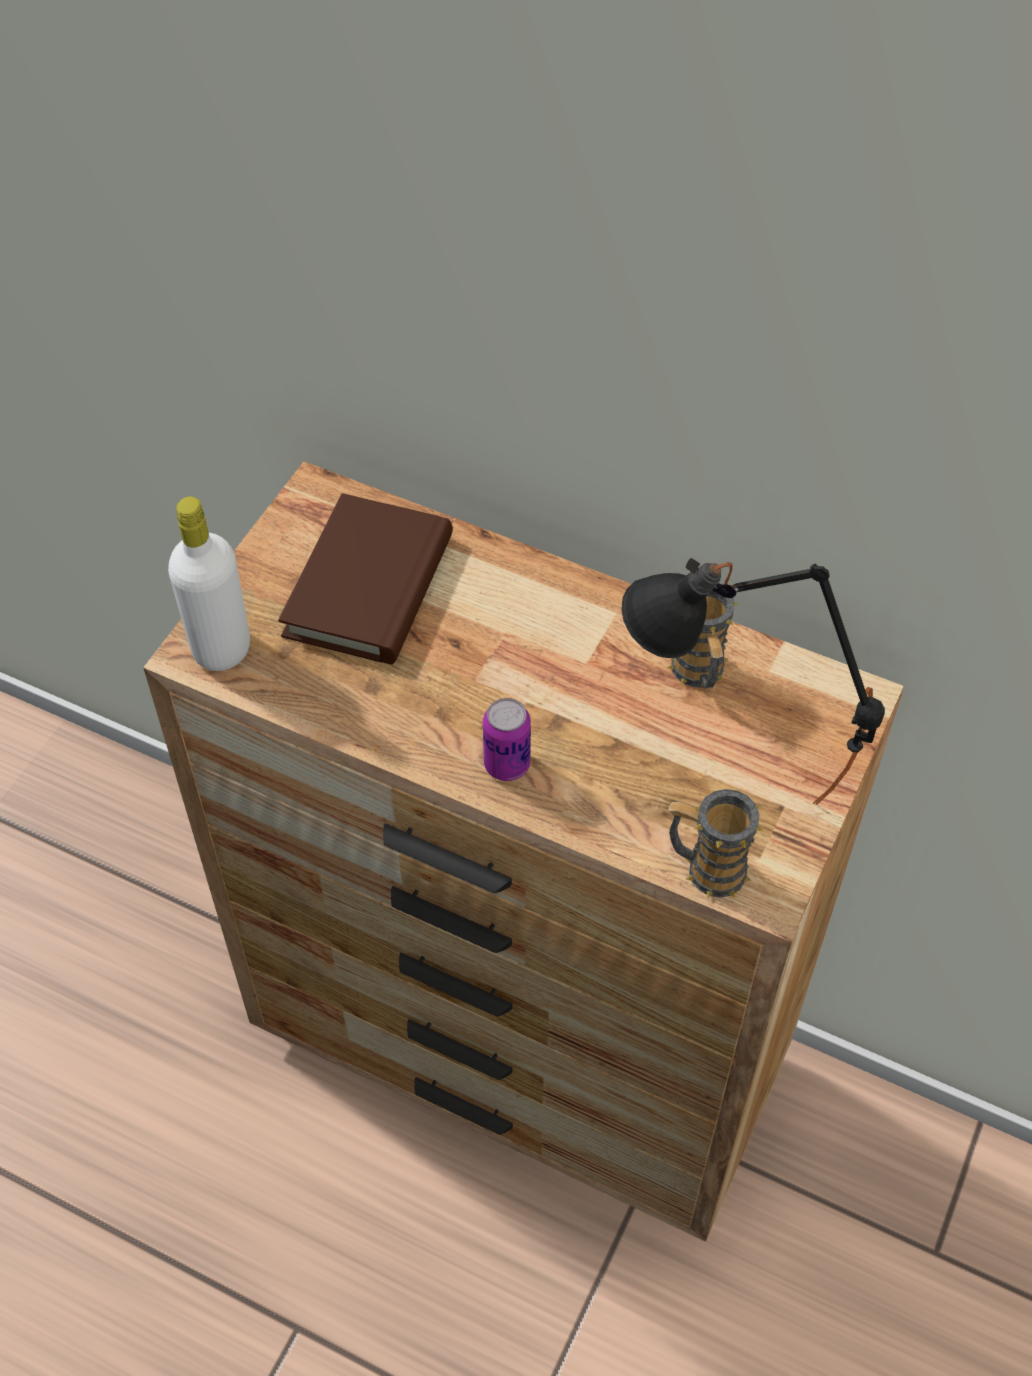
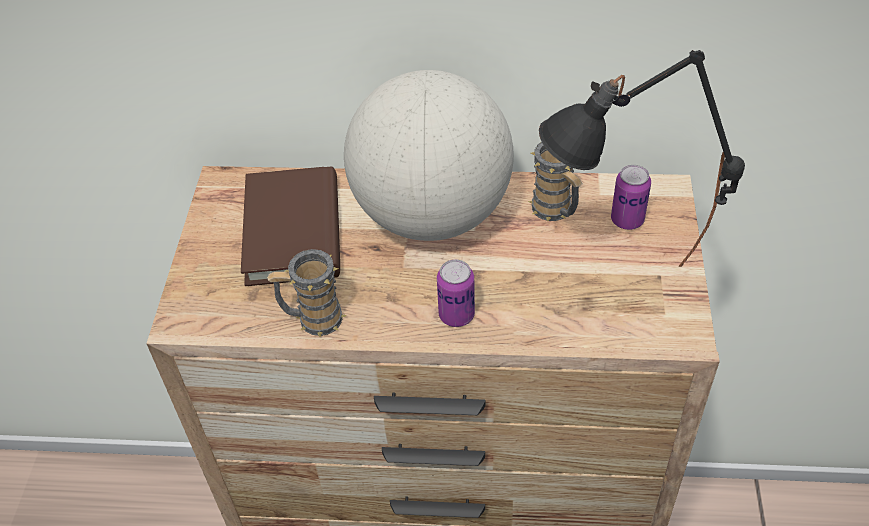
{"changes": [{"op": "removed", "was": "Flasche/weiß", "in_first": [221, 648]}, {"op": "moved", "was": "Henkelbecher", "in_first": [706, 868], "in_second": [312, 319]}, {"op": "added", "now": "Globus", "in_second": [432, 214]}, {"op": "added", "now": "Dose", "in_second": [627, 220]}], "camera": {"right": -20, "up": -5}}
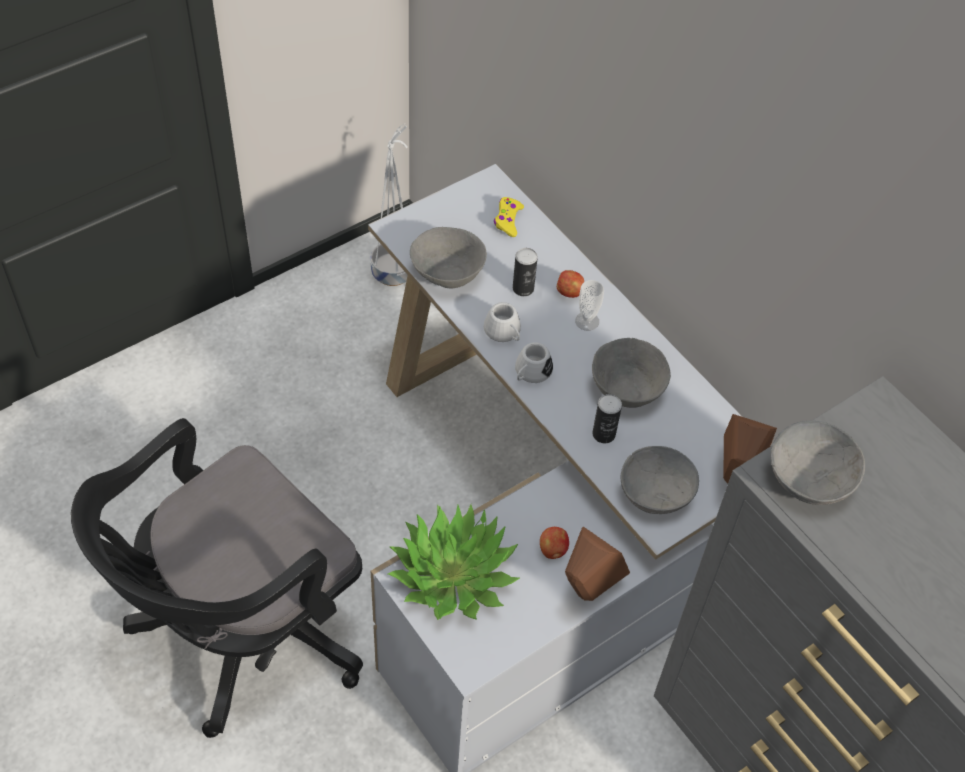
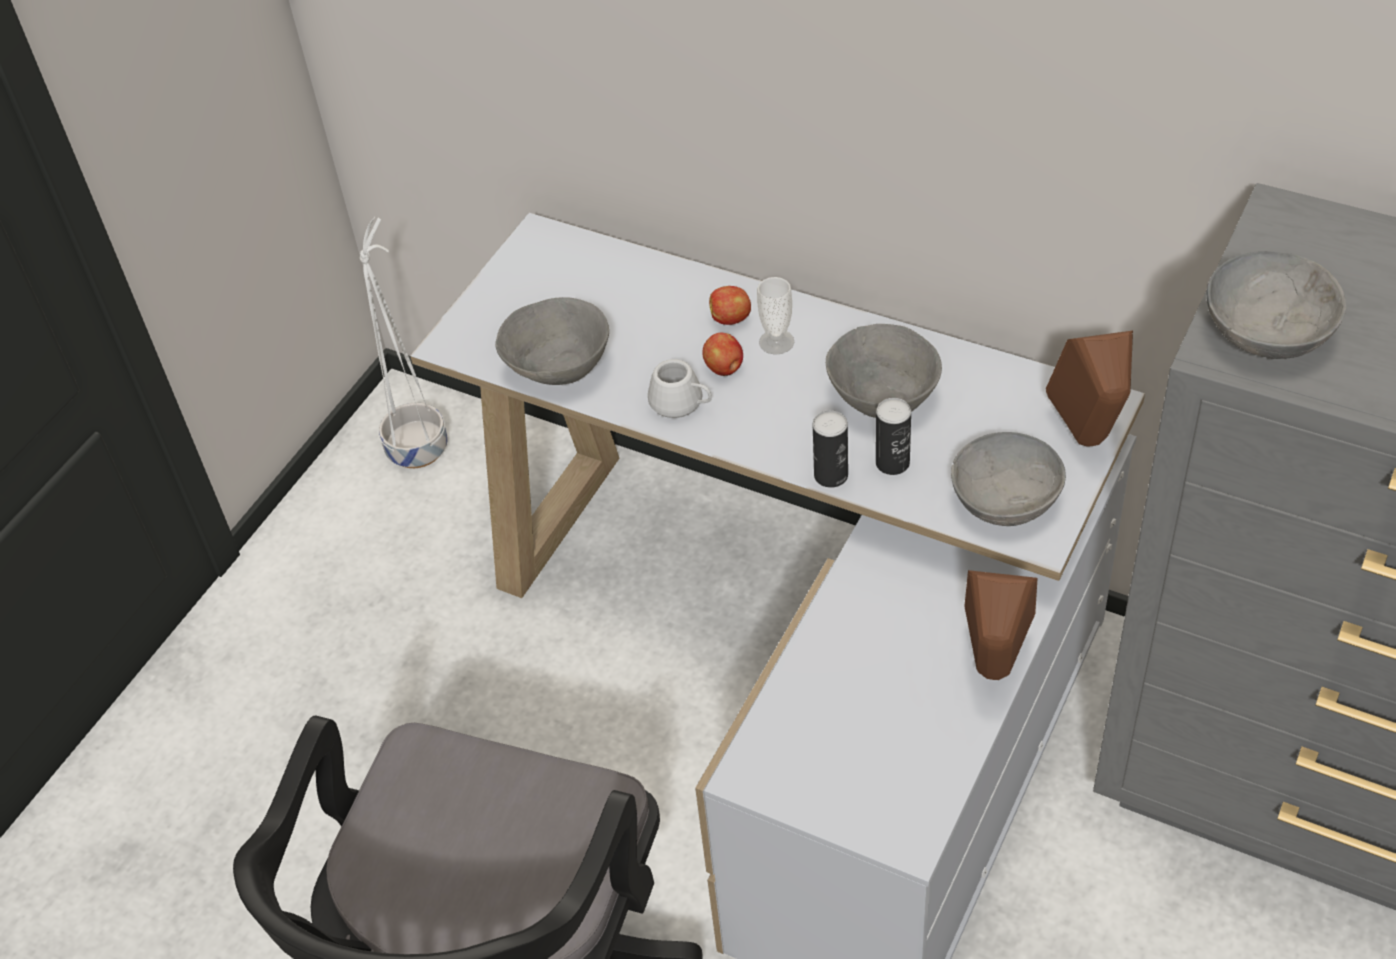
{"changes": [{"op": "removed", "was": "Topfpflanze", "in_first": [453, 574]}, {"op": "removed", "was": "Gamepad/gelb", "in_first": [508, 220]}, {"op": "moved", "was": "Dose", "in_first": [523, 288], "in_second": [831, 475]}, {"op": "removed", "was": "Henkelbecher/weiß", "in_first": [530, 373]}, {"op": "moved", "was": "Apfel", "in_first": [553, 550], "in_second": [724, 368]}], "camera": {"right": -20, "up": -5}}
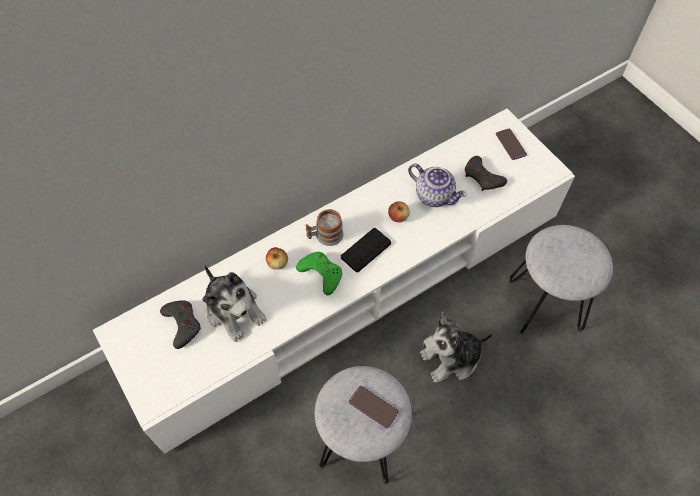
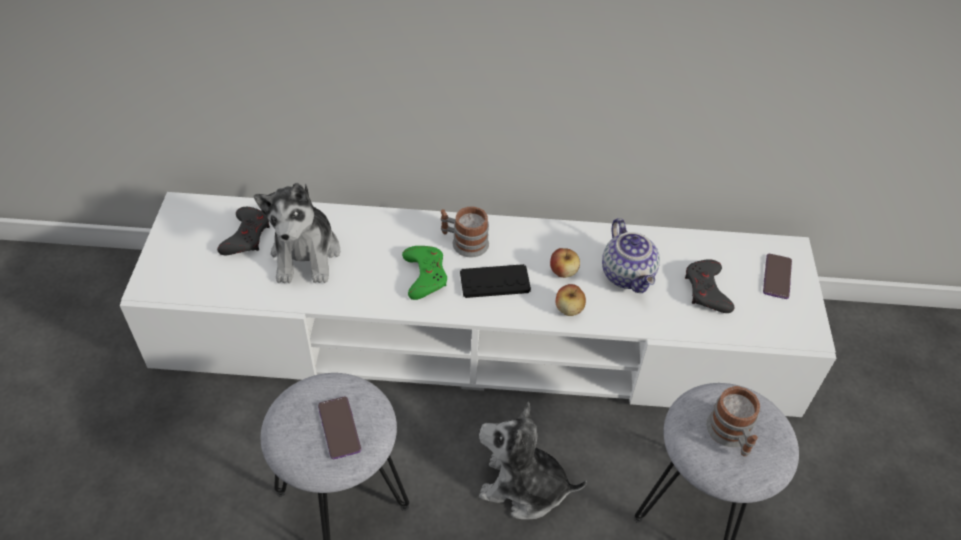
{"changes": [{"op": "moved", "was": "Apfel", "in_first": [277, 263], "in_second": [569, 309]}, {"op": "added", "now": "Henkelbecher", "in_second": [731, 435]}], "camera": {"right": 35, "up": -10}}
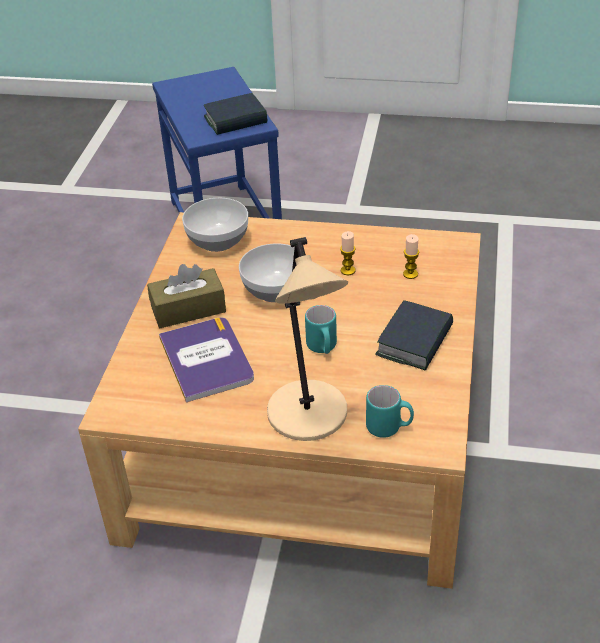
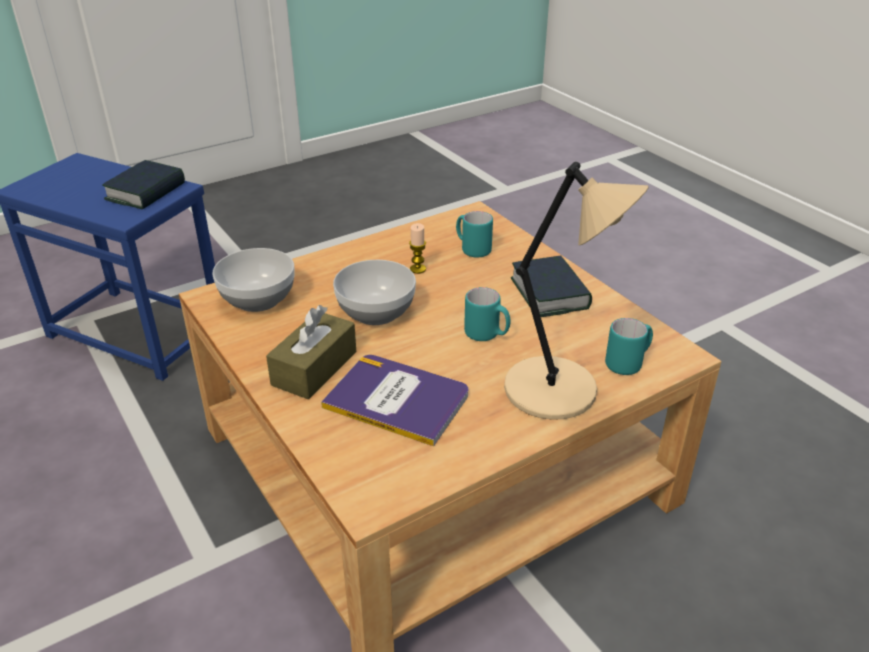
{"changes": [{"op": "replaced", "was": "Kerze", "now": "Henkelbecher/türkis", "in_first": [410, 274], "in_second": [472, 249]}], "camera": {"right": -45, "up": -5}}
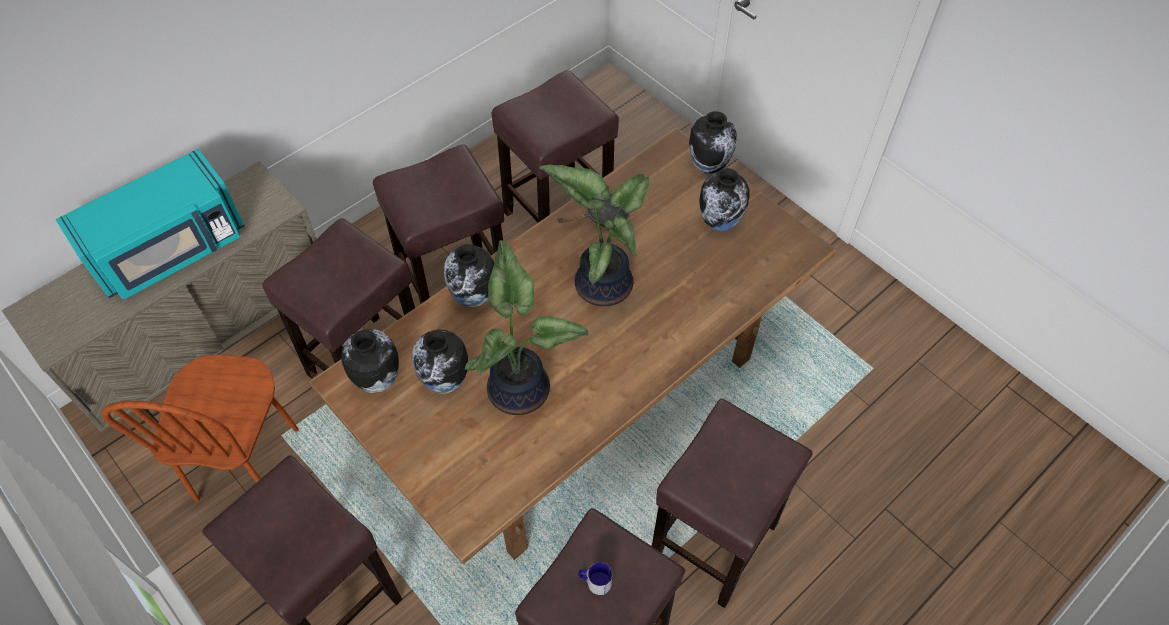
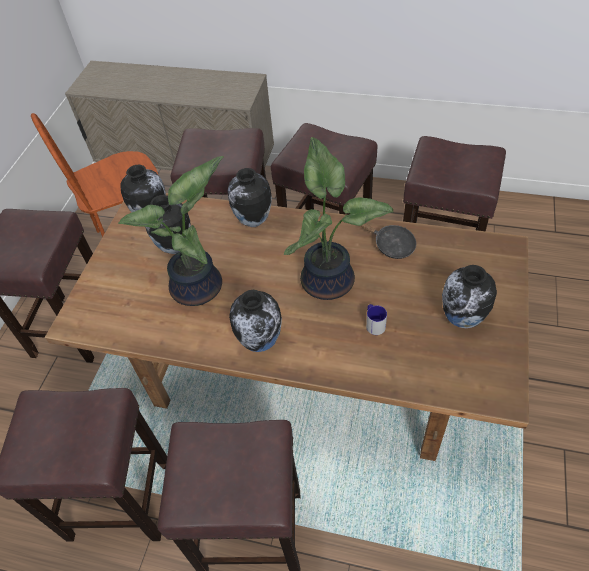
{"changes": [{"op": "removed", "was": "Mikrowelle/türkis", "in_first": [171, 250]}, {"op": "moved", "was": "Henkelbecher", "in_first": [594, 582], "in_second": [374, 324]}, {"op": "moved", "was": "Vase", "in_first": [708, 166], "in_second": [261, 342]}], "camera": {"right": 60, "up": -5}}
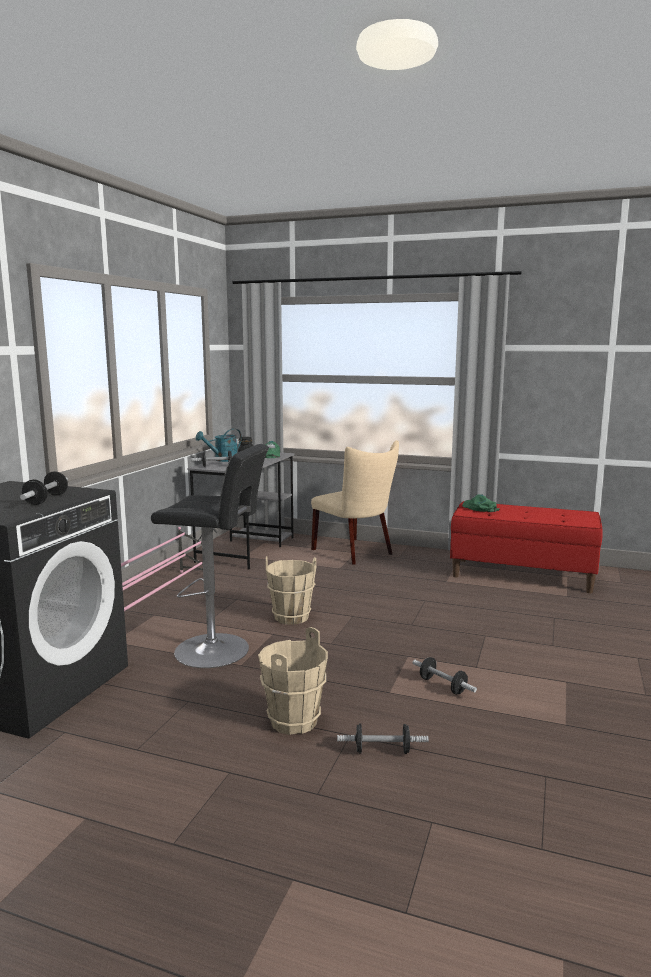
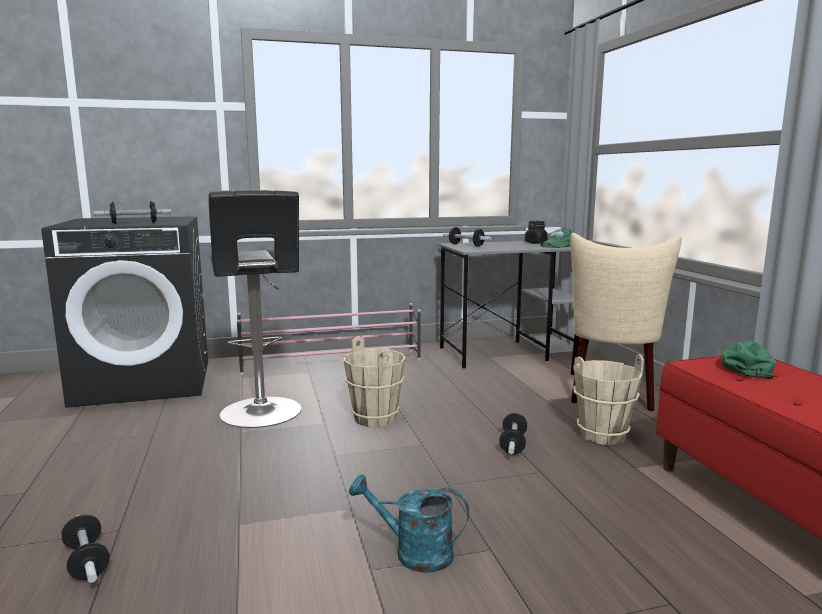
{"changes": [{"op": "moved", "was": "Gießkanne/türkis", "in_first": [222, 460], "in_second": [413, 553]}, {"op": "moved", "was": "Eimer/beige", "in_first": [293, 721], "in_second": [602, 434]}, {"op": "moved", "was": "Hantel", "in_first": [442, 686], "in_second": [513, 444]}], "camera": {"right": 55, "up": 0}}
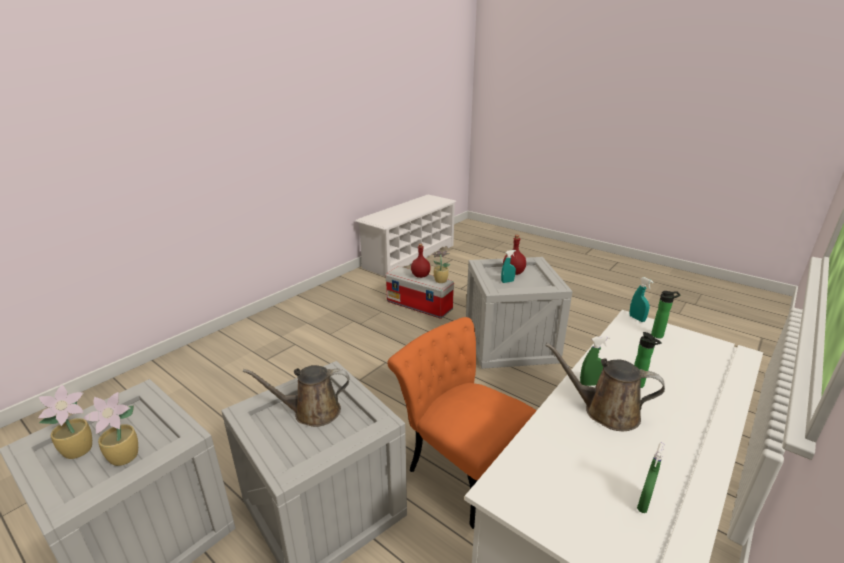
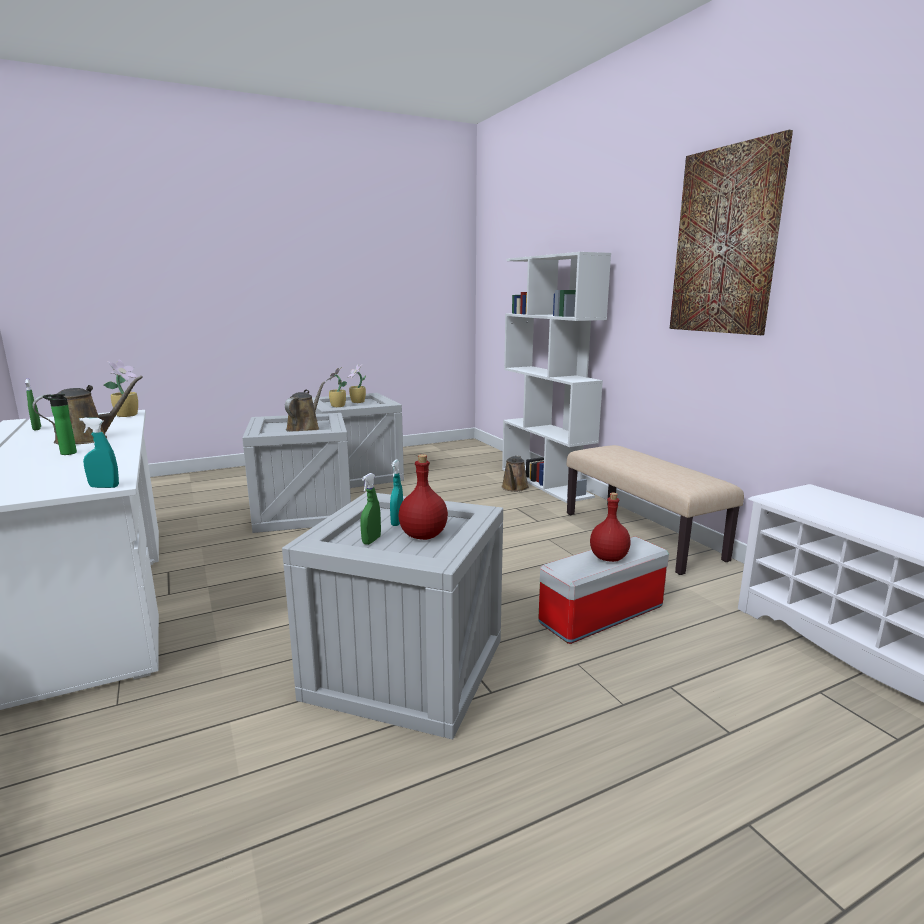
{"changes": [{"op": "removed", "was": "Stuhl/orange", "in_first": [460, 465]}, {"op": "moved", "was": "Topfpflanze", "in_first": [440, 281], "in_second": [128, 415]}, {"op": "moved", "was": "Sprühflasche/grün", "in_first": [590, 384], "in_second": [371, 540]}, {"op": "removed", "was": "Flasche", "in_first": [659, 335]}, {"op": "added", "now": "Gießkanne/braun", "in_second": [514, 488]}, {"op": "added", "now": "Bücherregal/weiß", "in_second": [546, 482]}, {"op": "added", "now": "Bank/beige", "in_second": [642, 536]}, {"op": "added", "now": "Bild", "in_second": [725, 242]}], "camera": {"right": 115, "up": -10}}
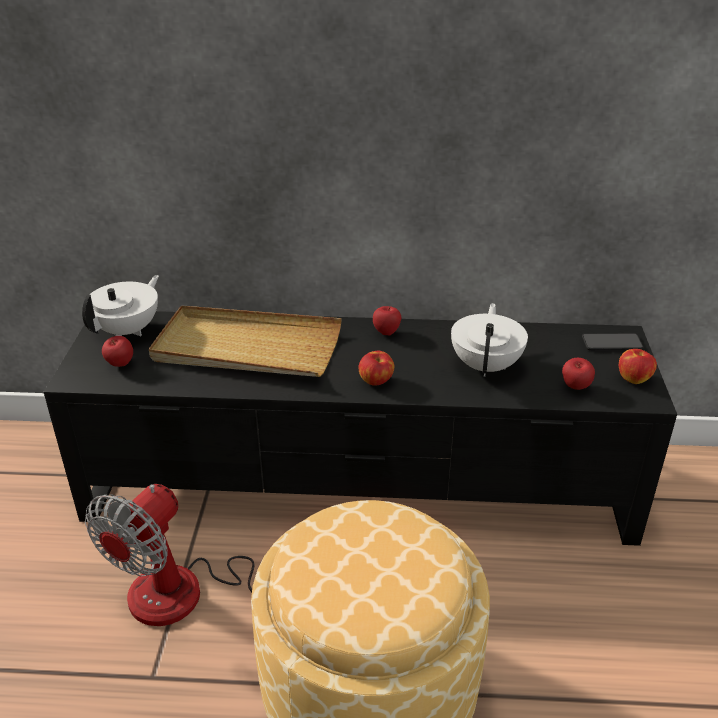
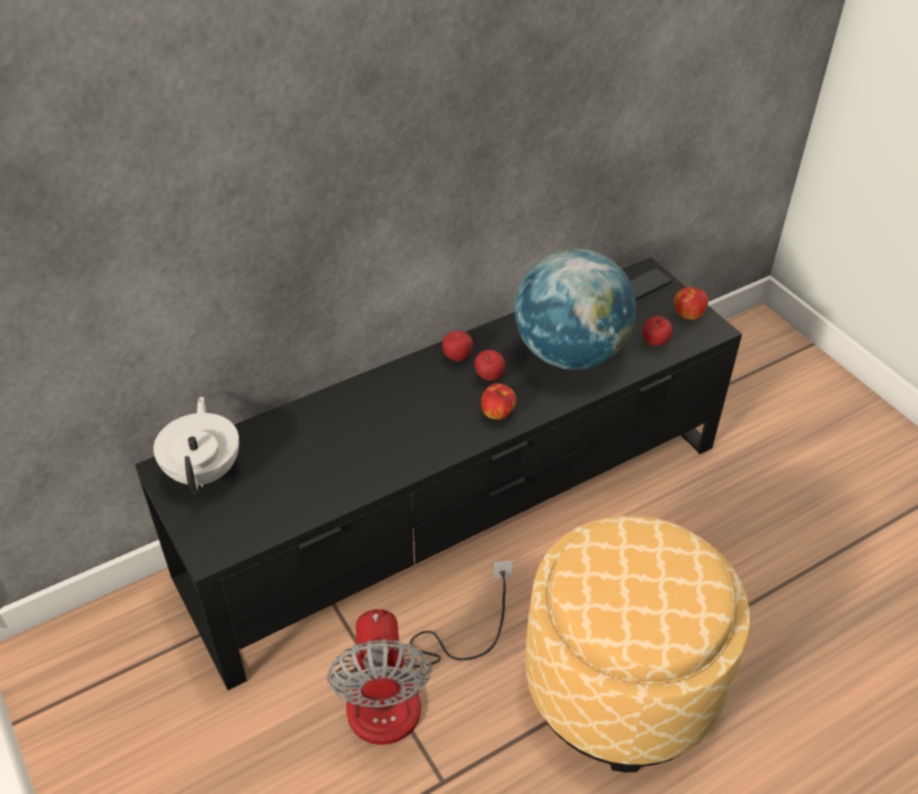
{"changes": [{"op": "moved", "was": "Apfel", "in_first": [120, 365], "in_second": [489, 378]}, {"op": "removed", "was": "Tablett/beige", "in_first": [246, 348]}, {"op": "replaced", "was": "Teekanne/weiß", "now": "Globus", "in_first": [486, 365], "in_second": [570, 353]}], "camera": {"right": -35, "up": 10}}
